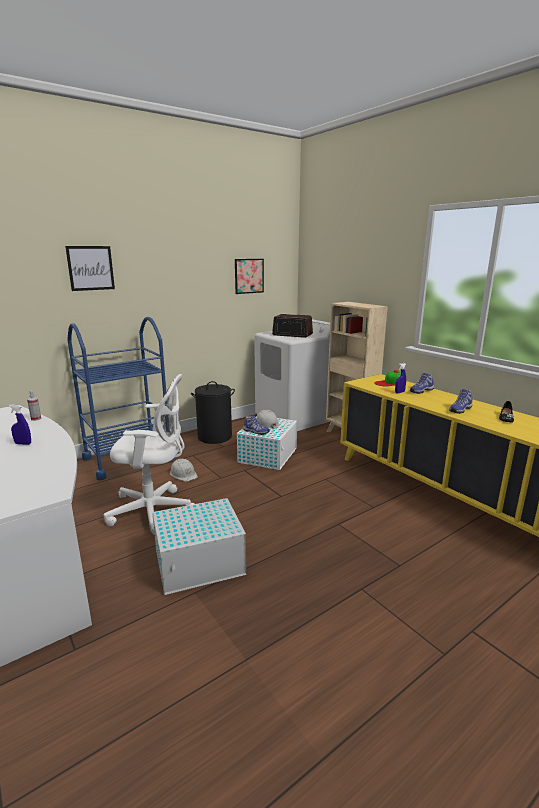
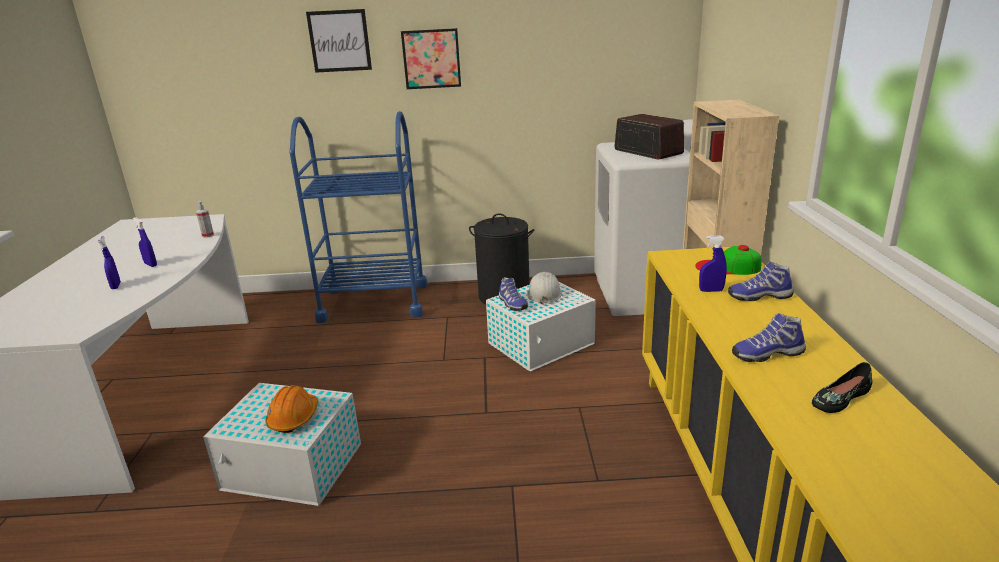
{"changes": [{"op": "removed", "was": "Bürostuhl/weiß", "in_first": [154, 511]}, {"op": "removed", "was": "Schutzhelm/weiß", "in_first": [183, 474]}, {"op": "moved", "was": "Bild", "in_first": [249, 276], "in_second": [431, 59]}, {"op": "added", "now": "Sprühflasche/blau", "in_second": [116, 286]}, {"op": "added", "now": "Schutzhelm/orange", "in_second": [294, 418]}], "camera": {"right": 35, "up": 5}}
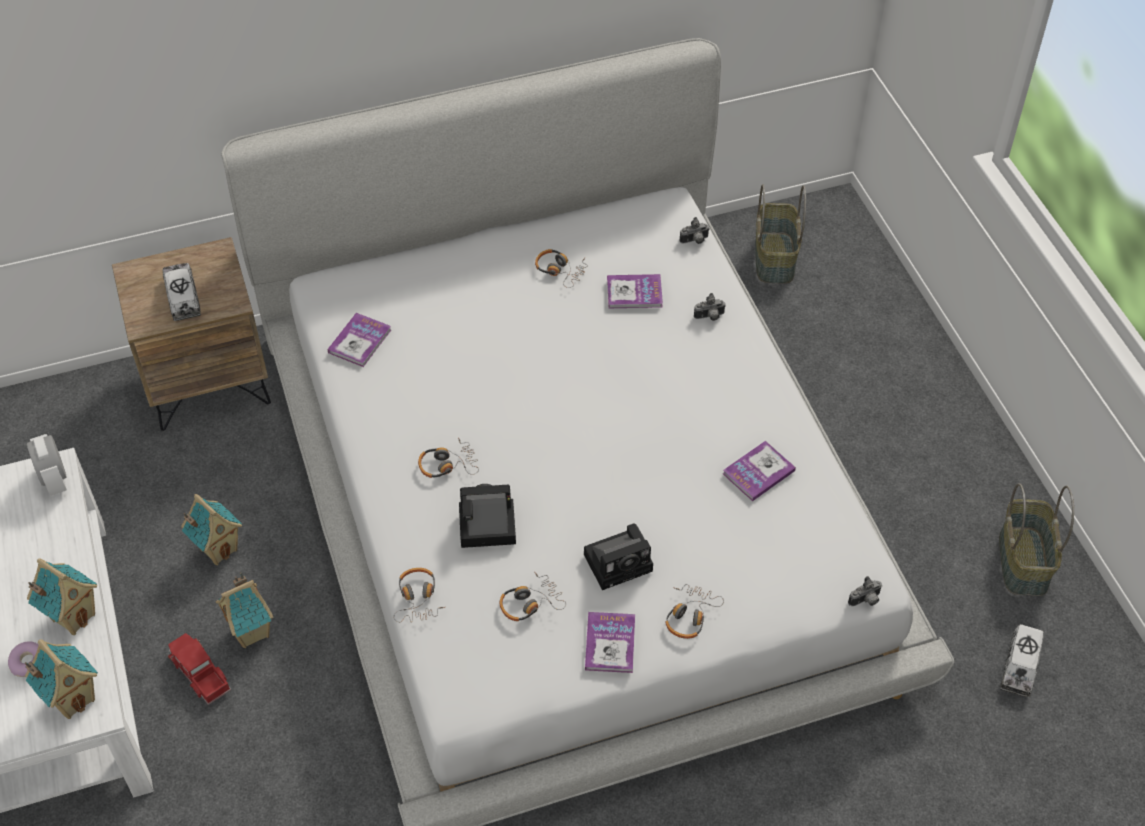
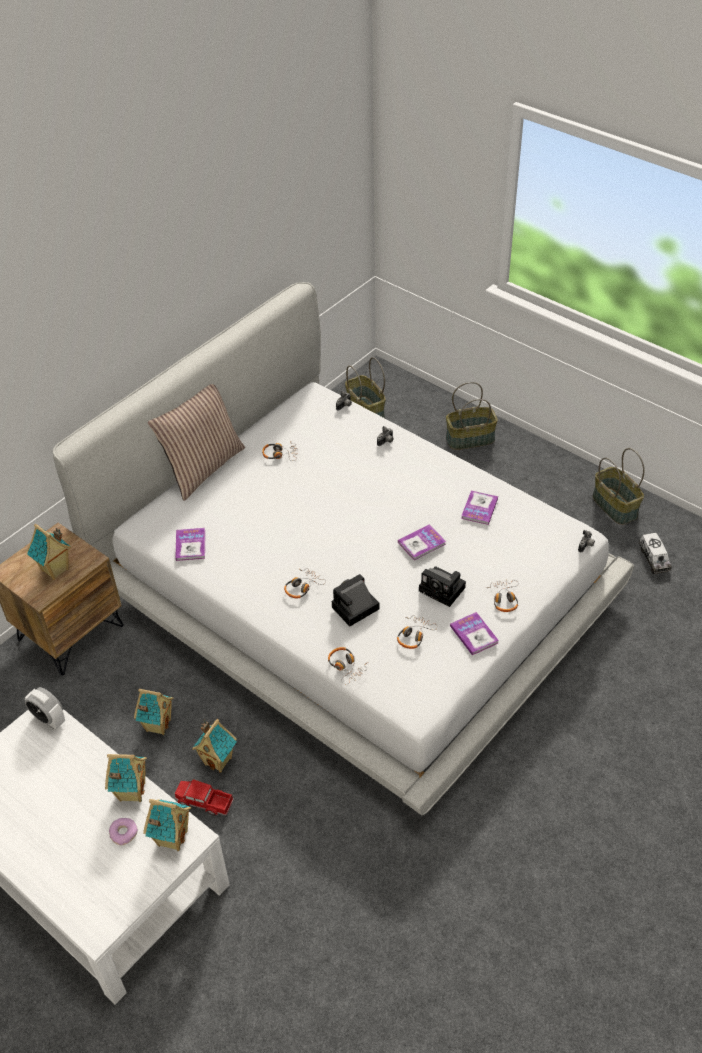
{"changes": [{"op": "replaced", "was": "Spielzeuglaster", "now": "Spielzeughaus", "in_first": [183, 297], "in_second": [55, 570]}, {"op": "turned", "was": "Kamera", "in_first": [620, 561], "in_second": [444, 590], "clockwise": 90}, {"op": "moved", "was": "Buch", "in_first": [634, 293], "in_second": [421, 543]}, {"op": "added", "now": "Kissen", "in_second": [203, 467]}, {"op": "added", "now": "Korb", "in_second": [470, 438]}], "camera": {"right": -30, "up": -5}}
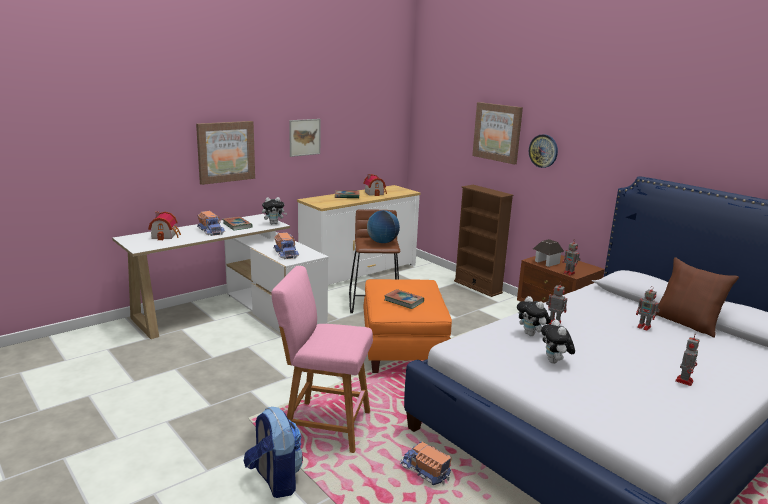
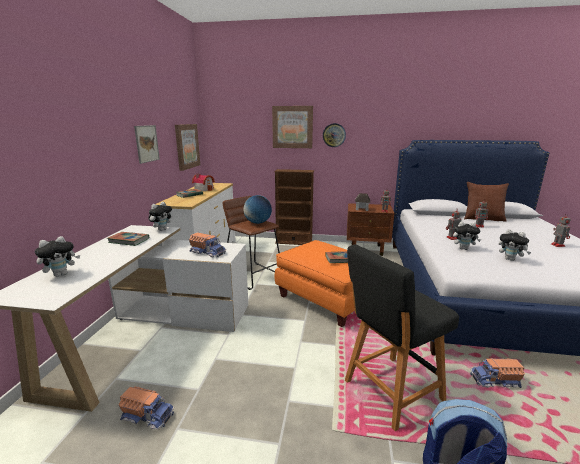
{"changes": [{"op": "replaced", "was": "Spielzeughaus", "now": "Plüschtier", "in_first": [166, 235], "in_second": [61, 274]}, {"op": "moved", "was": "Bild", "in_first": [225, 151], "in_second": [187, 146]}, {"op": "moved", "was": "Spielzeuglaster", "in_first": [211, 231], "in_second": [148, 415]}, {"op": "recoloured", "was": "Hocker/rosa", "now": "Hocker/schwarz", "in_first": [323, 425], "in_second": [389, 392]}], "camera": {"right": -40, "up": 0}}
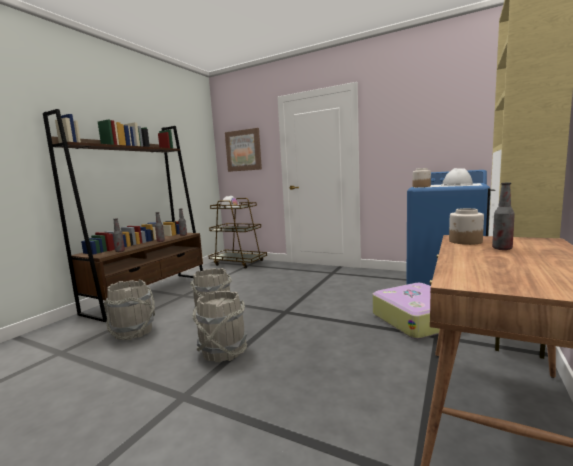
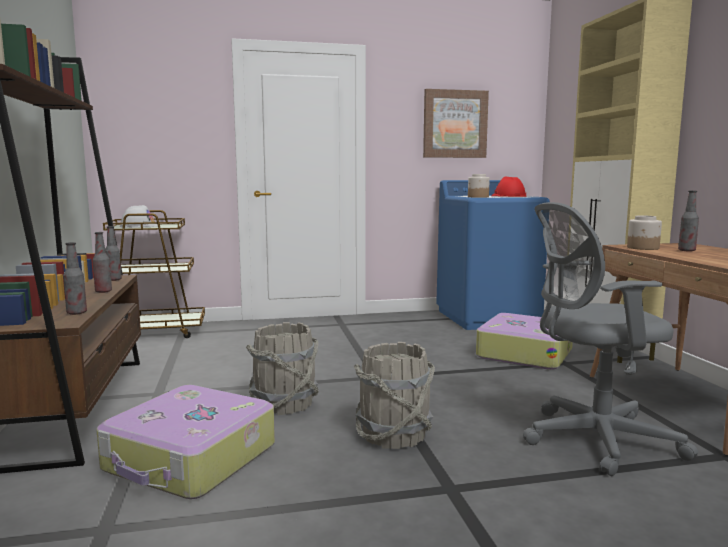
{"changes": [{"op": "replaced", "was": "Eimer/grau", "now": "Koffer", "in_first": [133, 332], "in_second": [191, 459]}, {"op": "moved", "was": "Bild", "in_first": [243, 150], "in_second": [455, 124]}, {"op": "recoloured", "was": "Schutzhelm/weiß", "now": "Schutzhelm/rot", "in_first": [456, 185], "in_second": [508, 196]}, {"op": "added", "now": "Bürostuhl/grau", "in_second": [592, 440]}], "camera": {"right": -40, "up": 0}}
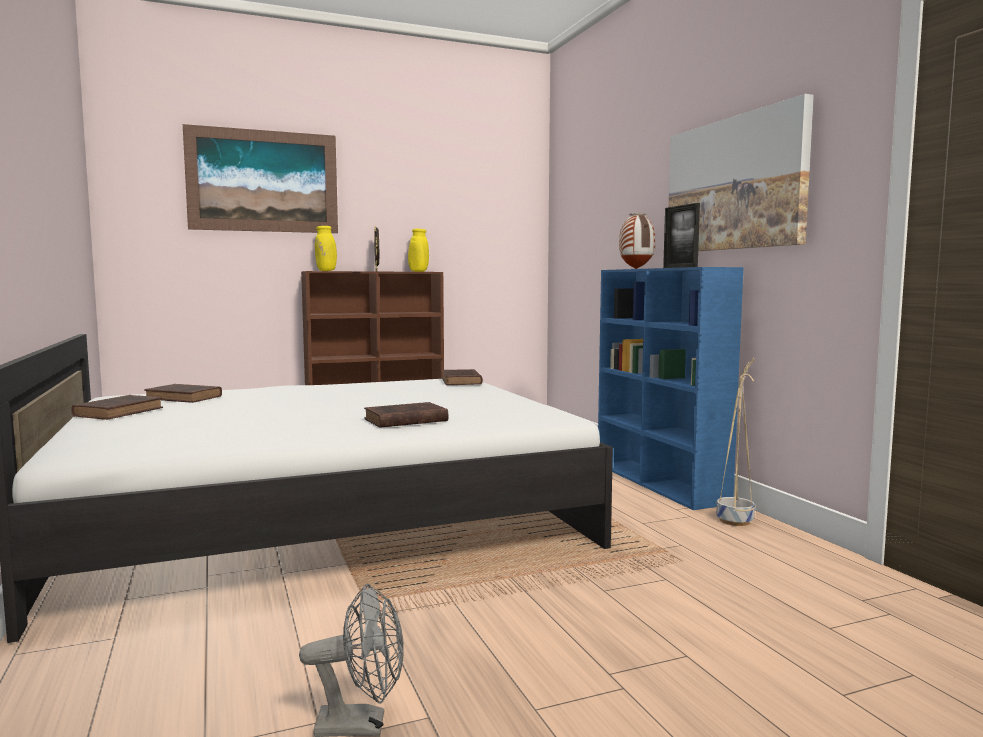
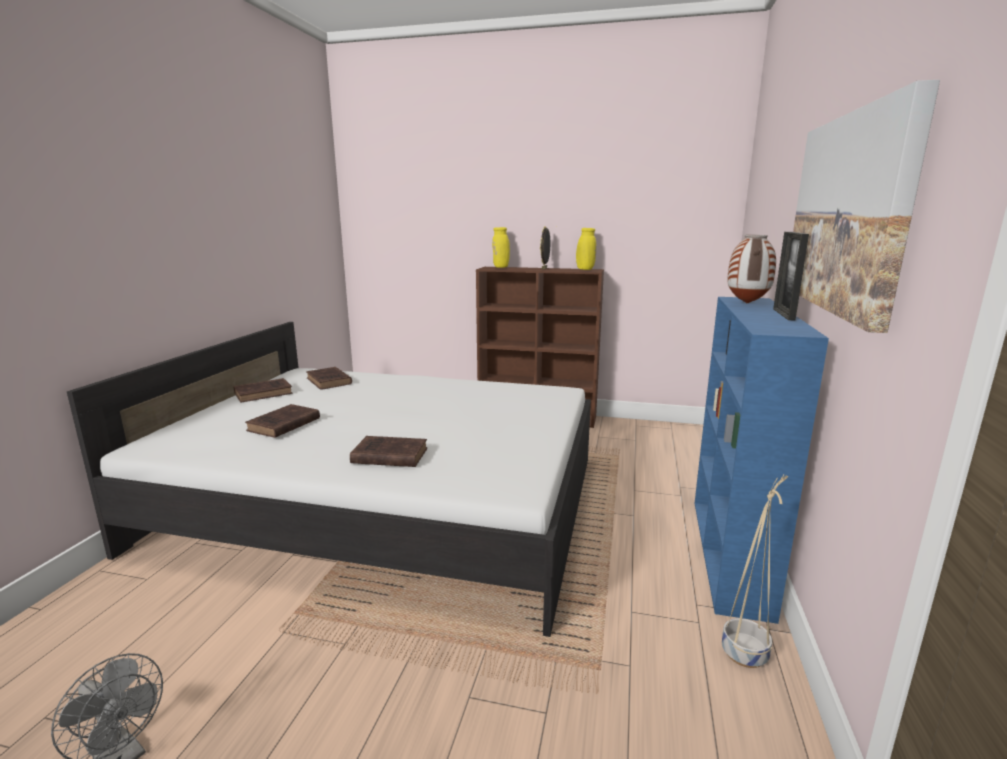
{"changes": [{"op": "removed", "was": "Bild", "in_first": [263, 181]}, {"op": "moved", "was": "Buch/braun", "in_first": [461, 381], "in_second": [282, 425]}], "camera": {"right": 35, "up": 10}}
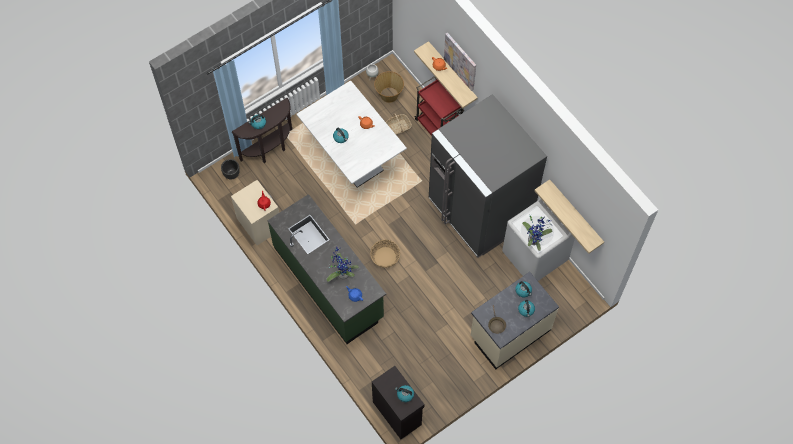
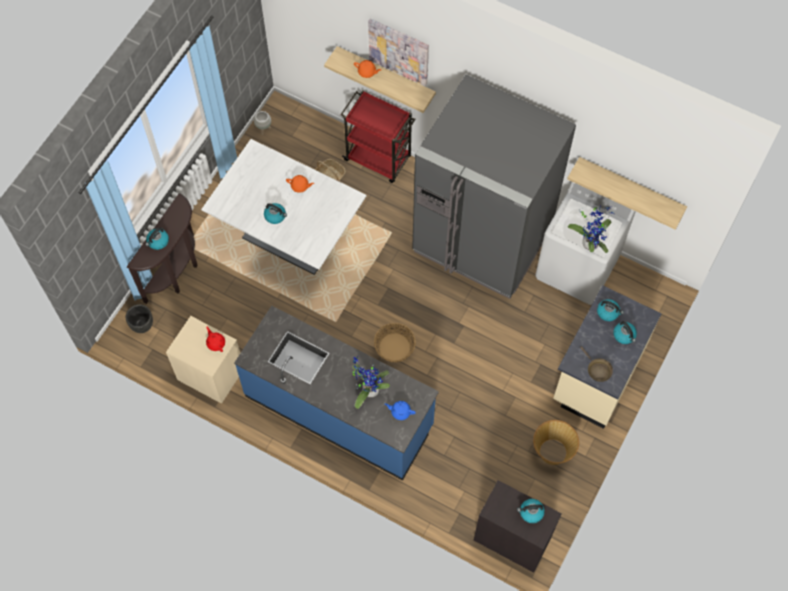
{"changes": [{"op": "recoloured", "was": "Küchenzeile/grün", "now": "Küchenzeile/blau", "in_first": [329, 282], "in_second": [339, 410]}, {"op": "moved", "was": "Korb", "in_first": [389, 94], "in_second": [552, 451]}], "camera": {"right": -25, "up": 0}}
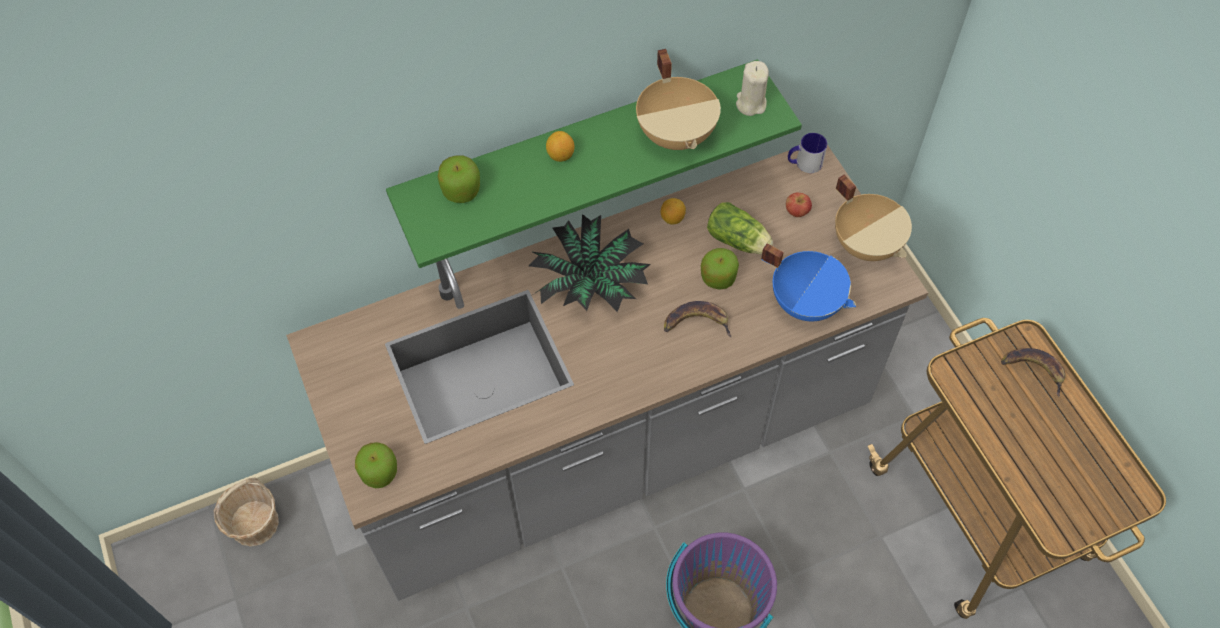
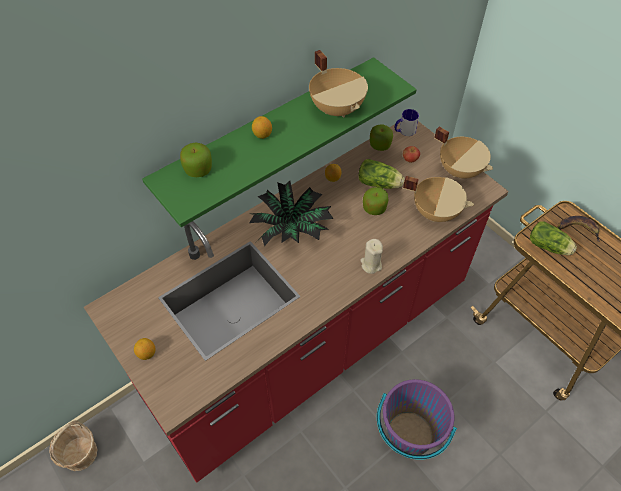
{"changes": [{"op": "recoloured", "was": "Küchenzeile/grau", "now": "Küchenzeile/rot", "in_first": [611, 442], "in_second": [310, 342]}, {"op": "moved", "was": "Apfel", "in_first": [379, 472], "in_second": [380, 145]}, {"op": "removed", "was": "Banane", "in_first": [697, 322]}, {"op": "moved", "was": "Kerze/beige", "in_first": [750, 103], "in_second": [371, 264]}, {"op": "recoloured", "was": "Kochtopf/blau", "now": "Kochtopf/beige", "in_first": [806, 302], "in_second": [435, 211]}, {"op": "added", "now": "Zitrone", "in_second": [146, 353]}, {"op": "added", "now": "Salatkopf", "in_second": [549, 247]}], "camera": {"right": -15, "up": -5}}
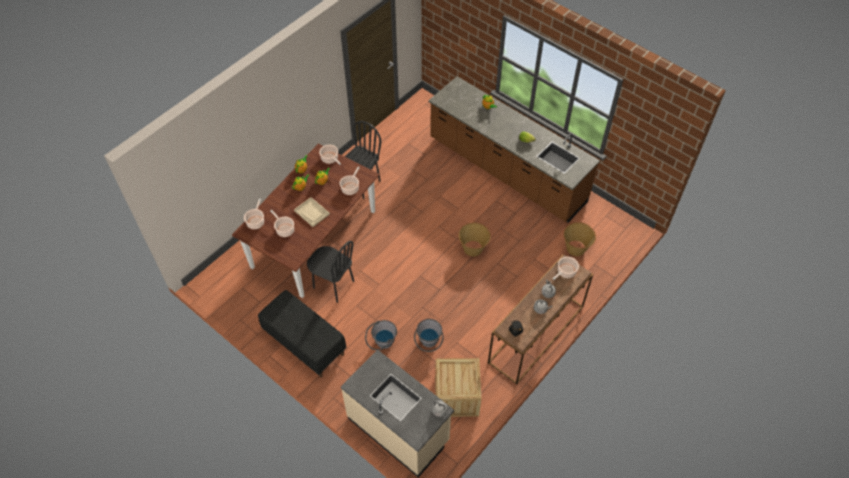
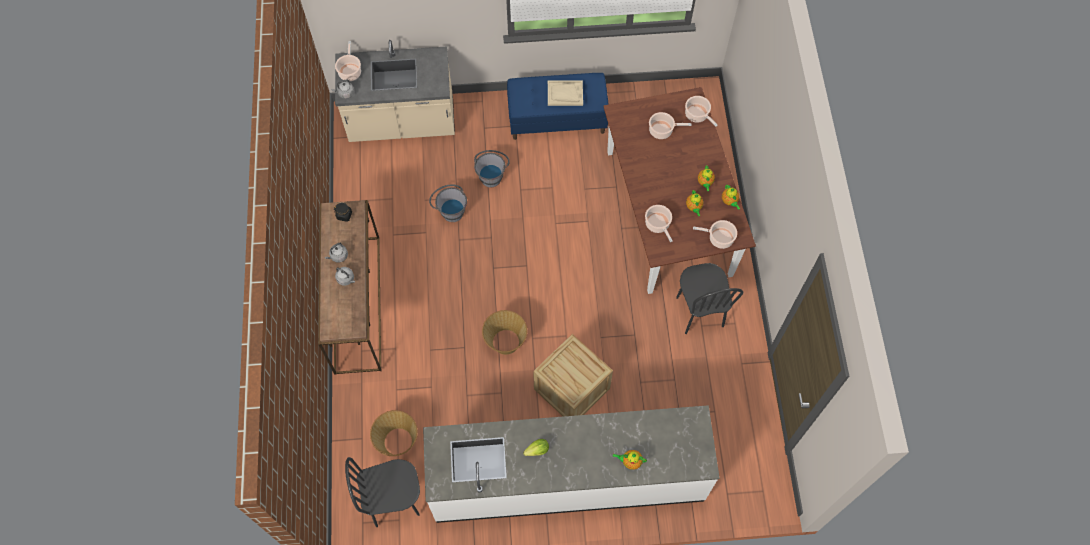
{"changes": [{"op": "recoloured", "was": "Bank/schwarz", "now": "Bank/blau", "in_first": [304, 343], "in_second": [557, 119]}, {"op": "moved", "was": "Tablett/beige", "in_first": [312, 212], "in_second": [565, 94]}, {"op": "moved", "was": "Stuhl/schwarz", "in_first": [333, 285], "in_second": [394, 500]}, {"op": "recoloured", "was": "Küchenzeile/braun", "now": "Küchenzeile/weiß", "in_first": [506, 171], "in_second": [567, 478]}, {"op": "moved", "was": "Kiste", "in_first": [456, 396], "in_second": [571, 389]}, {"op": "moved", "was": "Kochtopf", "in_first": [565, 272], "in_second": [350, 71]}], "camera": {"right": 135, "up": 10}}
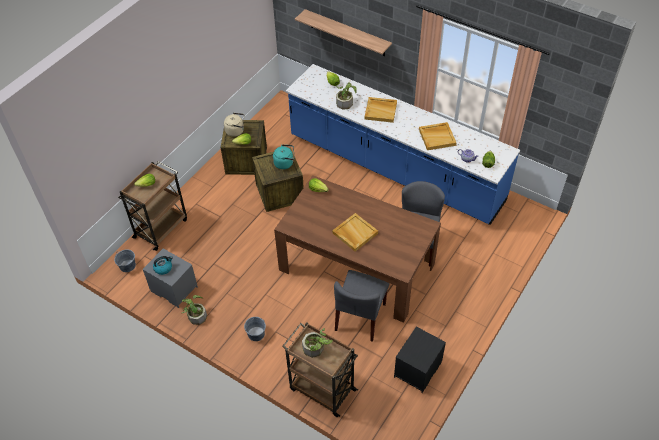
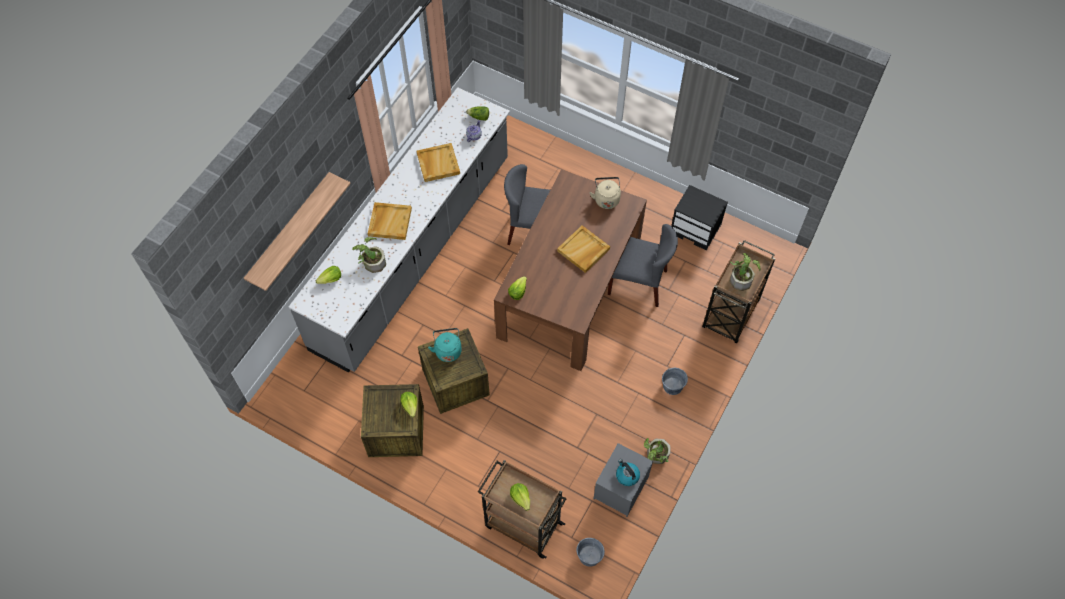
{"changes": [{"op": "moved", "was": "Wasserkessel/beige", "in_first": [236, 131], "in_second": [606, 199]}, {"op": "recoloured", "was": "Küchenzeile/blau", "now": "Küchenzeile/grau", "in_first": [394, 169], "in_second": [414, 252]}], "camera": {"right": -95, "up": 10}}
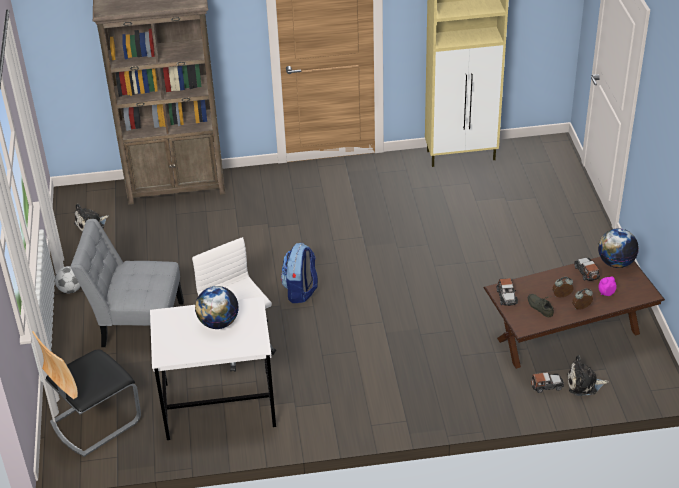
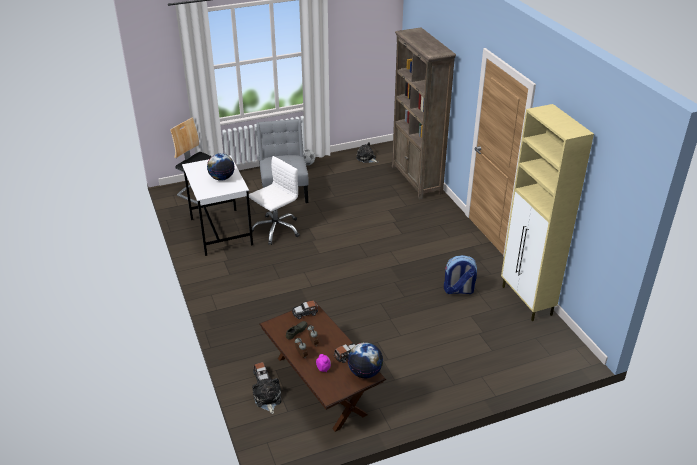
{"changes": [{"op": "moved", "was": "Rucksack", "in_first": [301, 291], "in_second": [458, 290]}], "camera": {"right": 75, "up": -5}}
